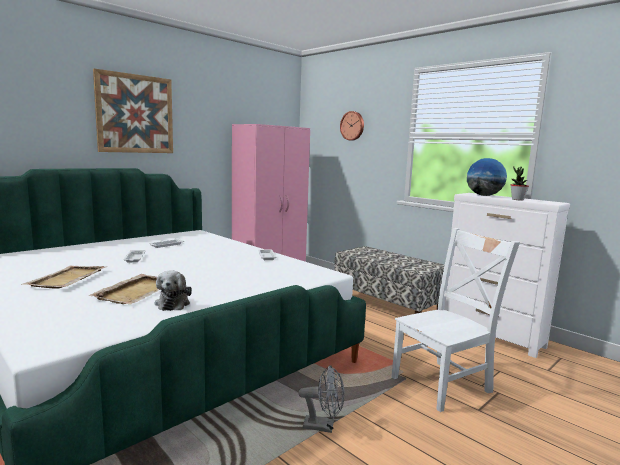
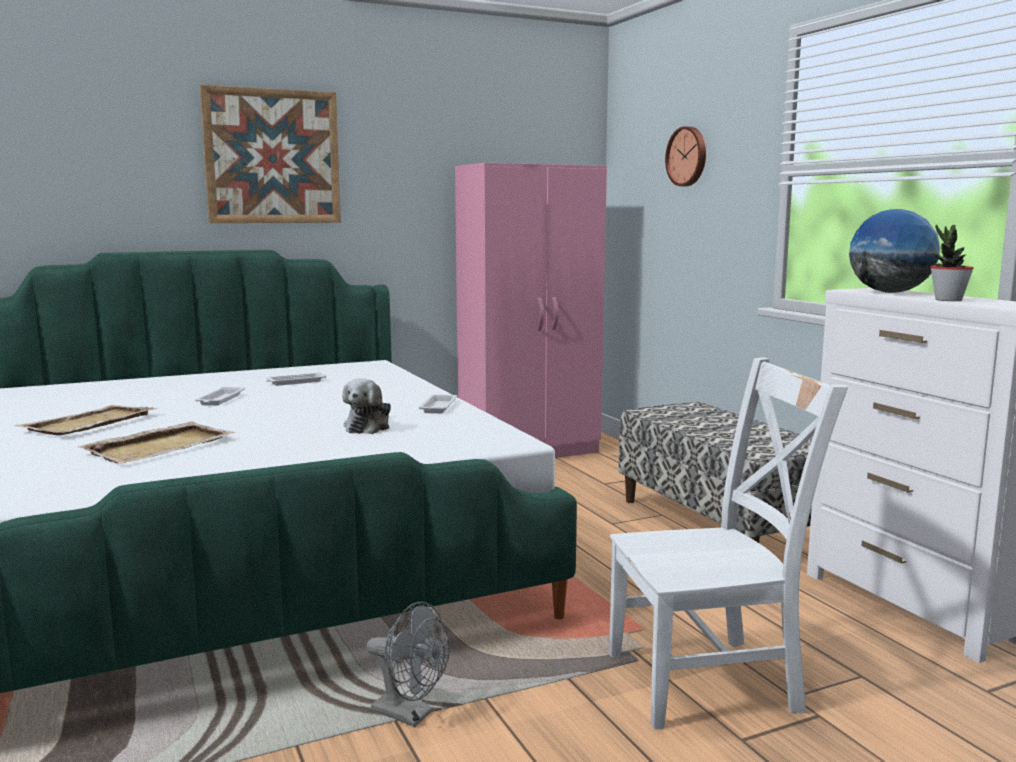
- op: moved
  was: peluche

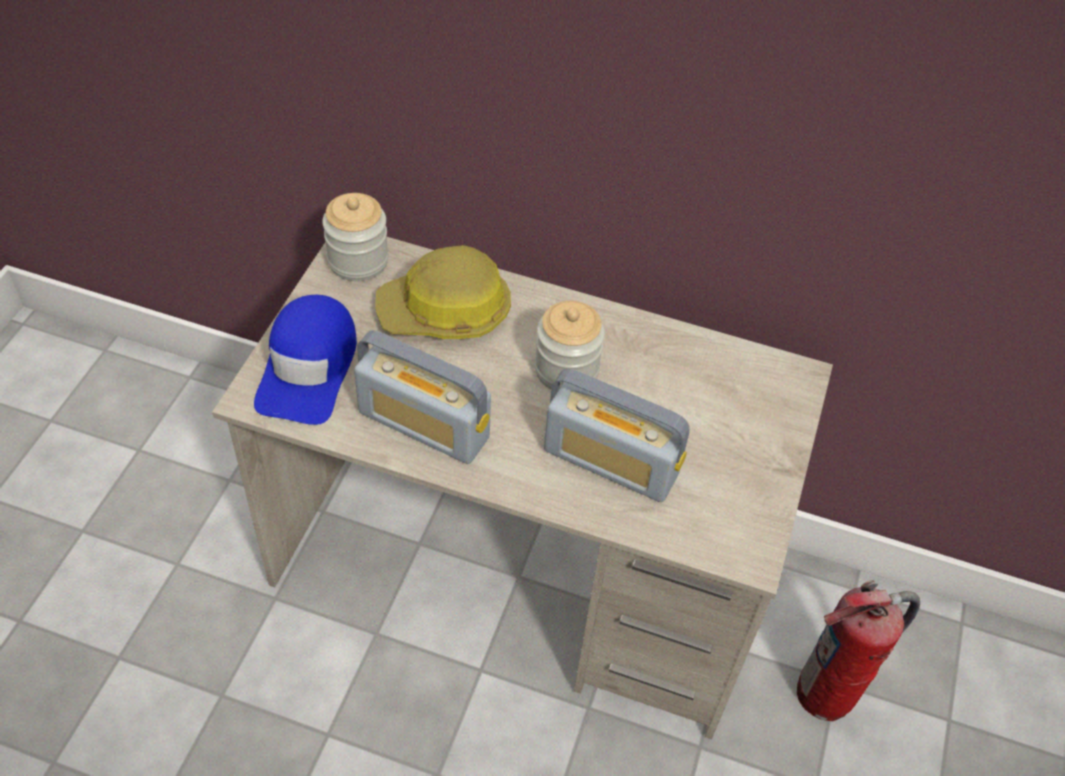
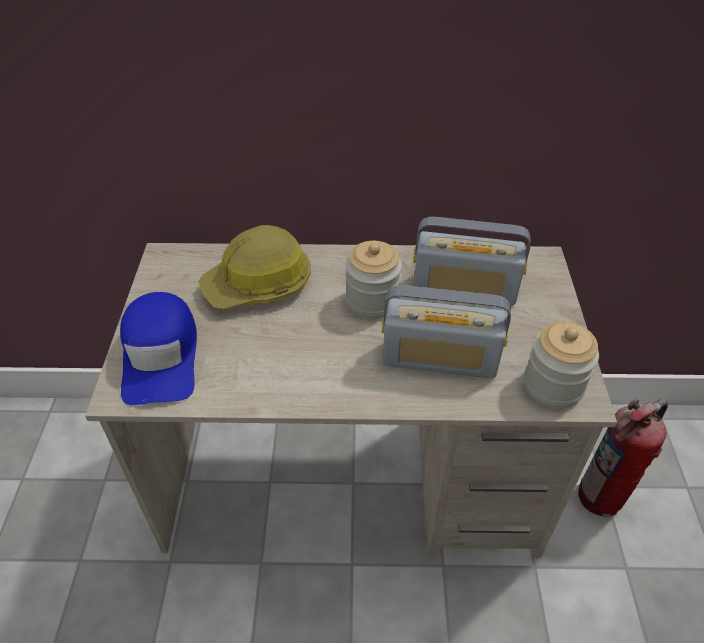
- op: moved
  was: radio (1st from left in the first image)
  now: radio (2nd from left)
- op: moved
  was: bocal (1st from left in the first image)
  now: bocal (2nd from left)

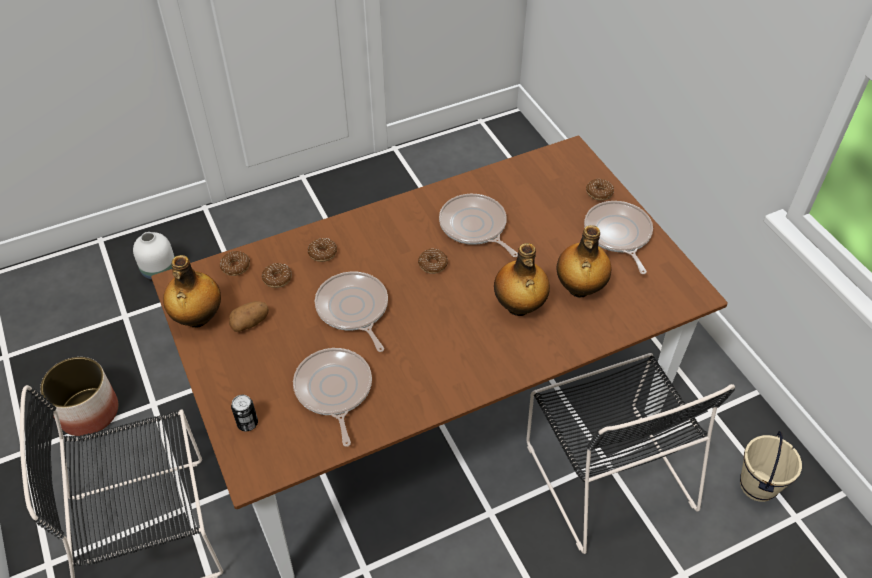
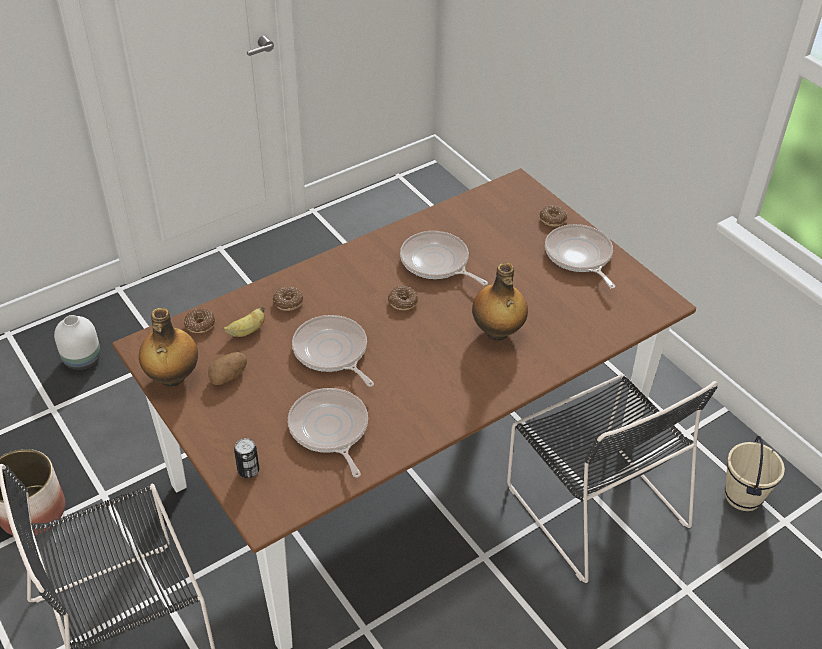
- op: replaced
  was: beignet (2nd from left)
  now: banane
- op: removed
  was: bouteille (3rd from left)

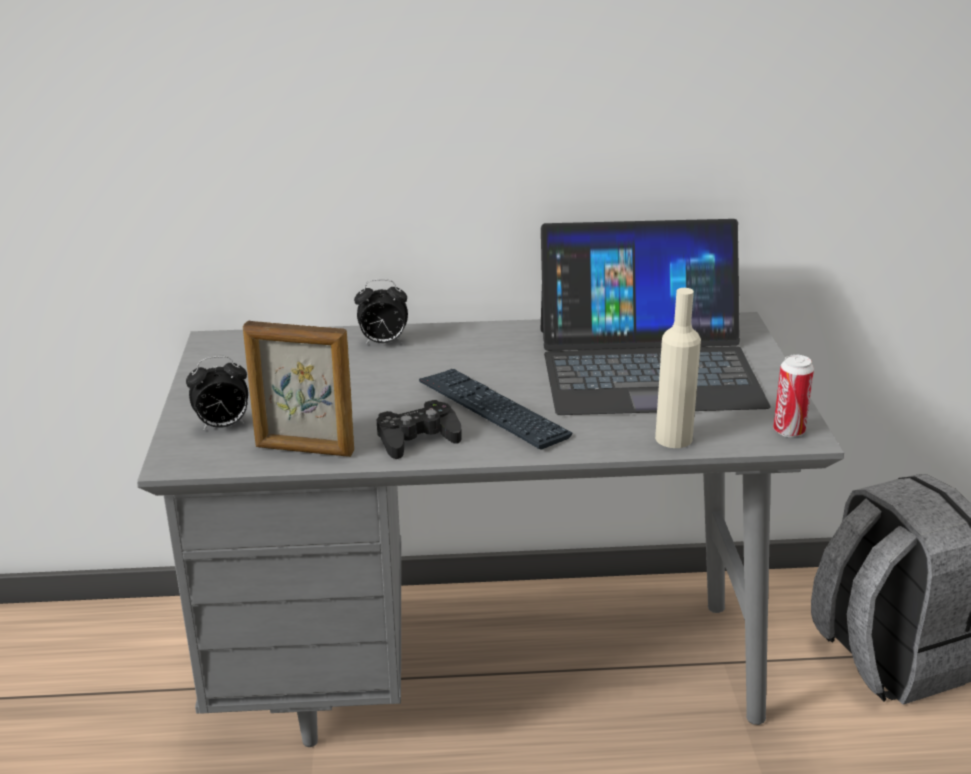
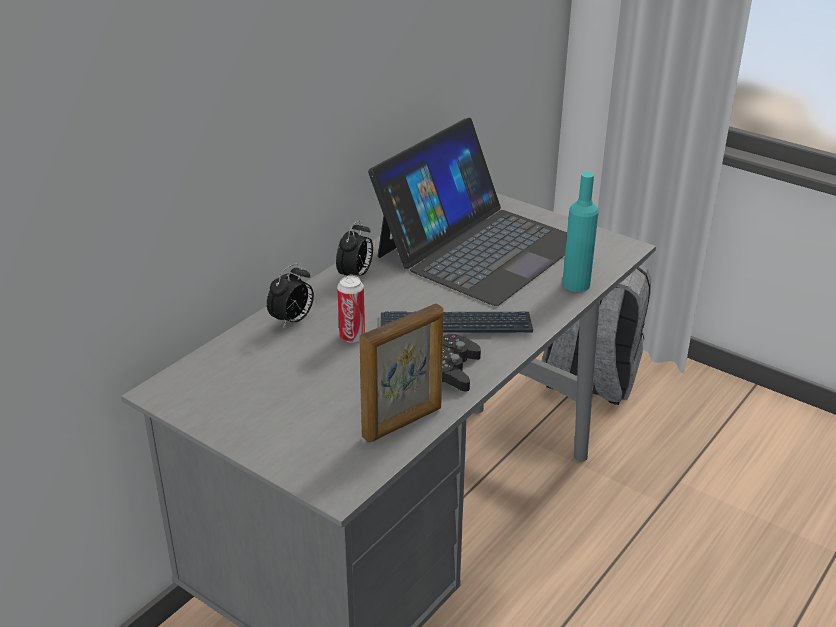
- op: moved
  was: réveil (1st from left in the first image)
  now: réveil (2nd from left)
- op: moved
  was: boîte métallique
- op: recoloured
  was: bouteille [beige]
  now: bouteille [turquoise]

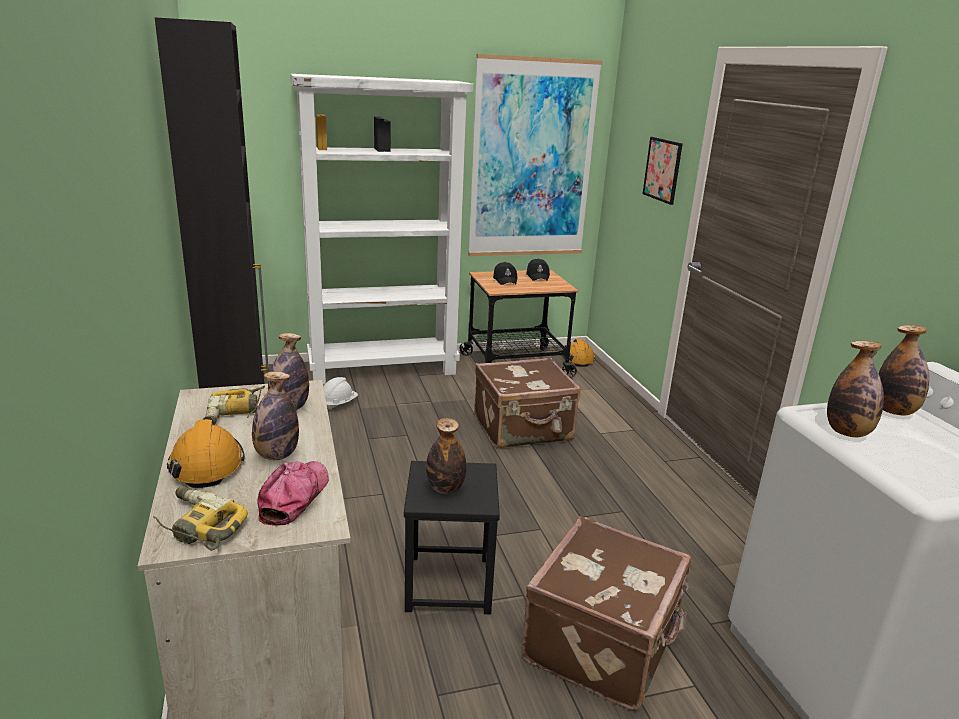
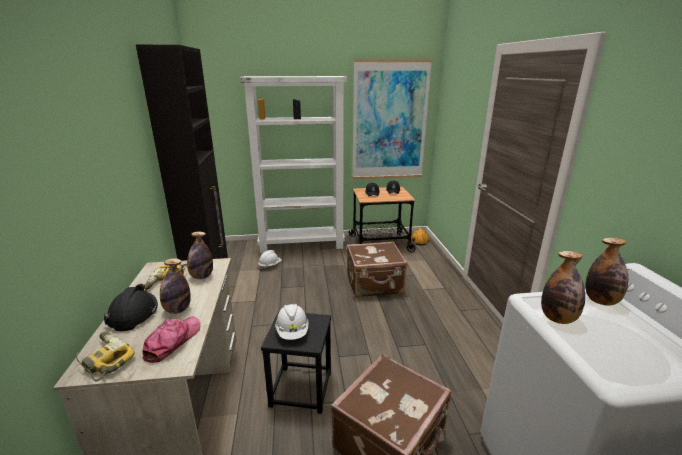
- op: recoloured
  was: casque de chantier [orange] (1st from left)
  now: casque de chantier [noir]
- op: replaced
  was: bouteille (3rd from left)
  now: casque de chantier [blanc] (2nd from left)
- op: removed
  was: tableau (2nd from left)

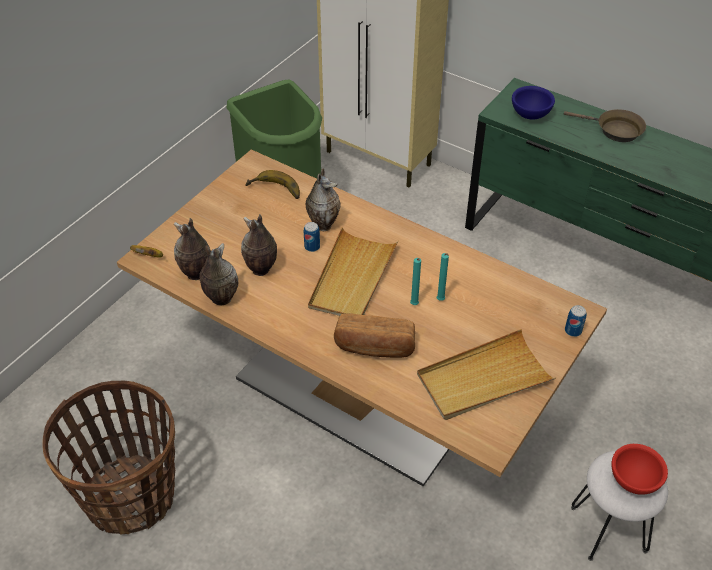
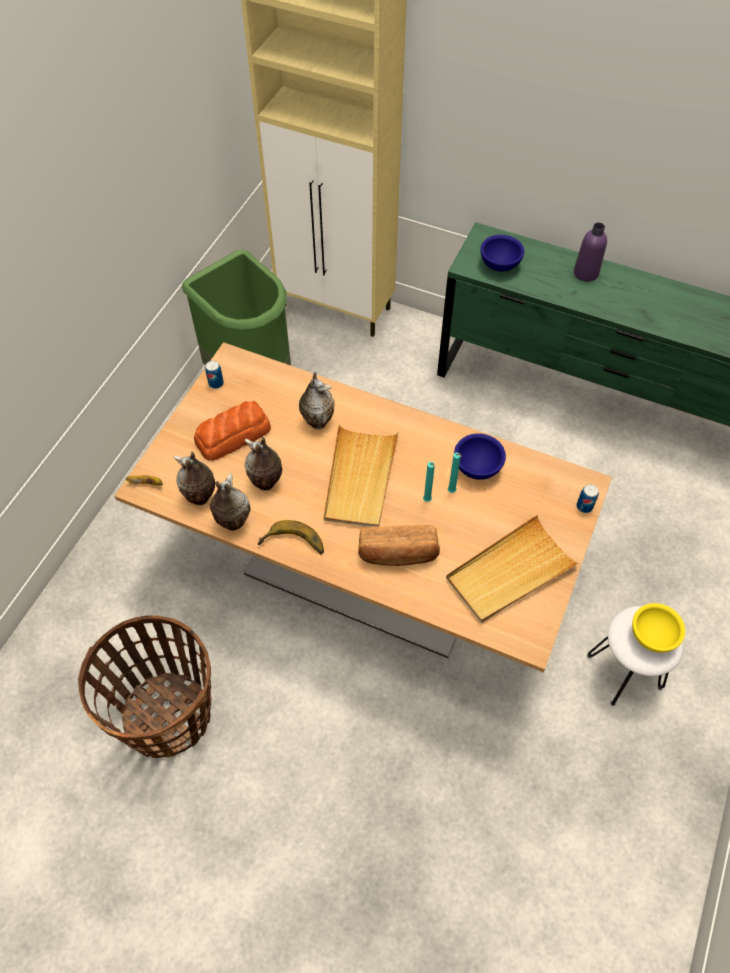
- op: added
  now: pain (1st from left)
- op: moved
  was: boîte métallique (1st from left)
- op: moved
  was: banane (2nd from left)
- op: added
  now: bol [bleu] (1st from left)
- op: replaced
  was: poêle [marron]
  now: bouteille [violet]
- op: recoloured
  was: bol [rouge]
  now: bol [jaune]

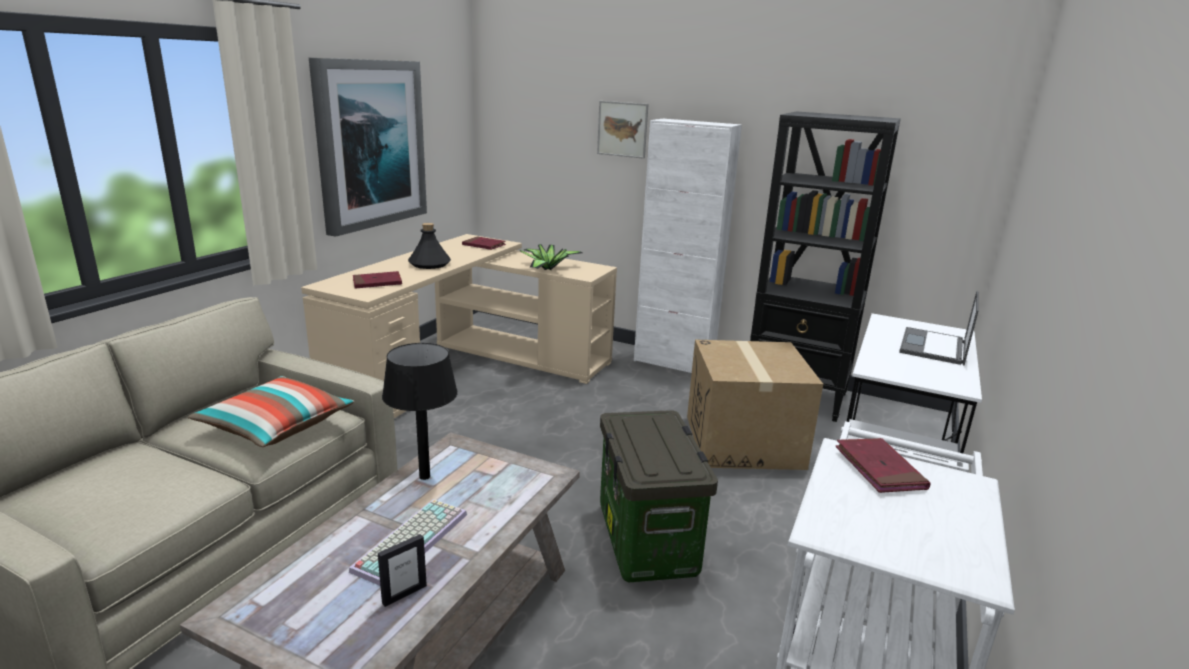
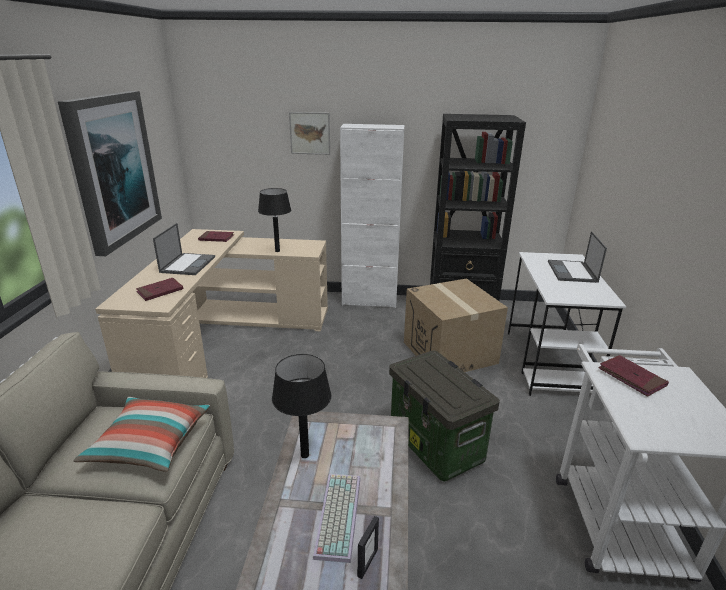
- op: replaced
  was: bouteille [noir]
  now: ordinateur portable (1st from left)
- op: replaced
  was: plante en pot
  now: lampe de table [noir] (1st from left)

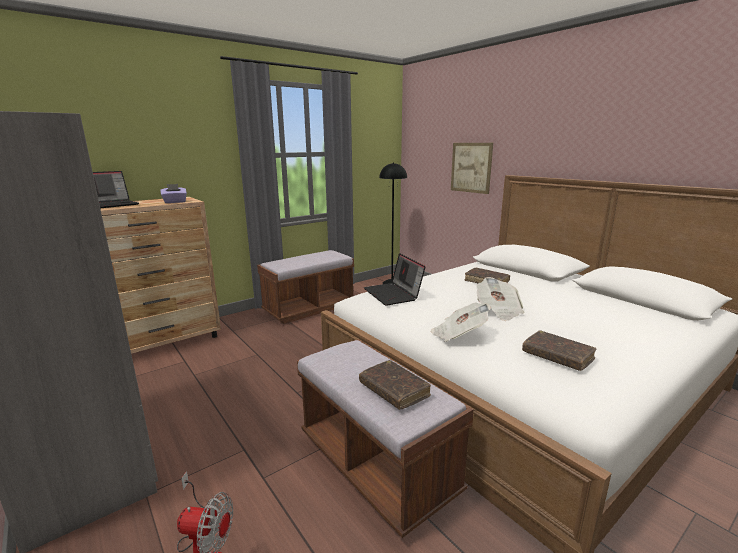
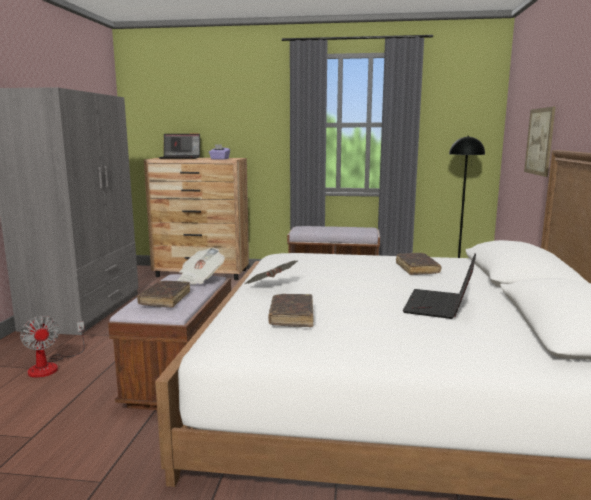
- op: moved
  was: journal (2nd from left in the first image)
  now: journal (1st from left)
- op: moved
  was: ordinateur portable (2nd from left)

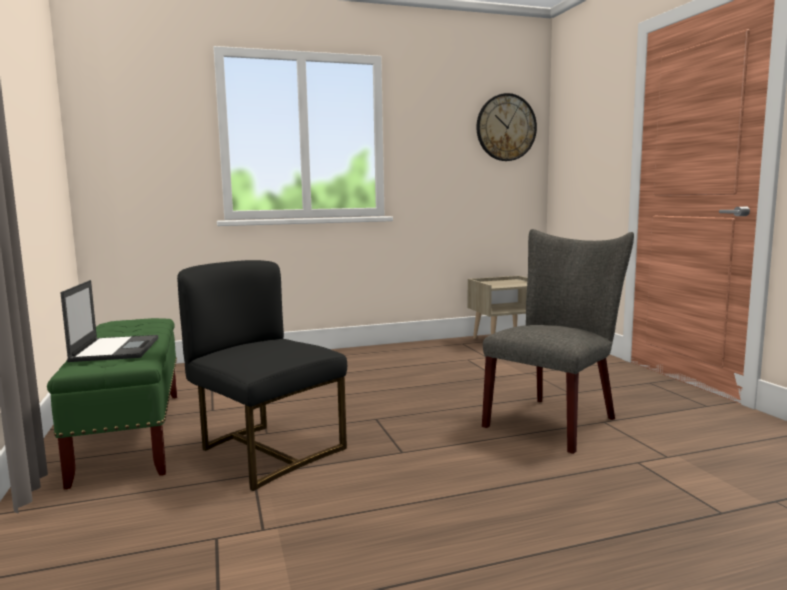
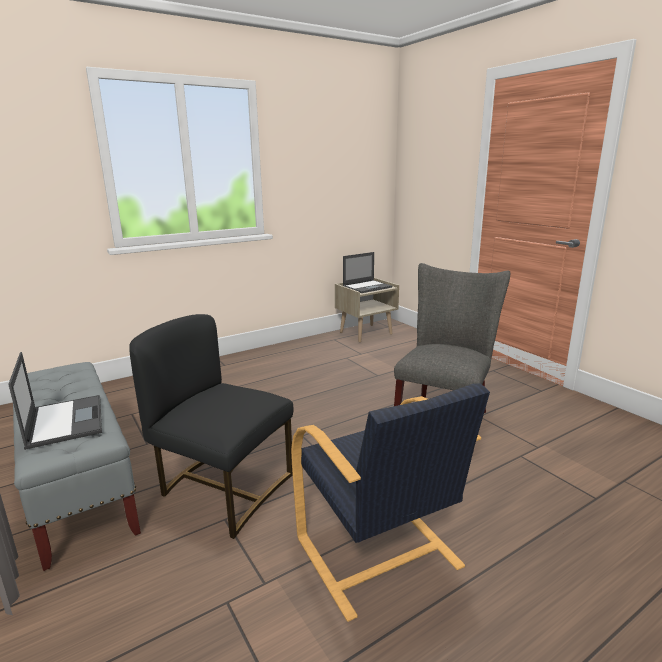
- op: recoloured
  was: banc [vert]
  now: banc [gris]
- op: added
  now: fauteuil [noir]
- op: added
  now: ordinateur portable (2nd from left)
- op: removed
  was: horloge murale

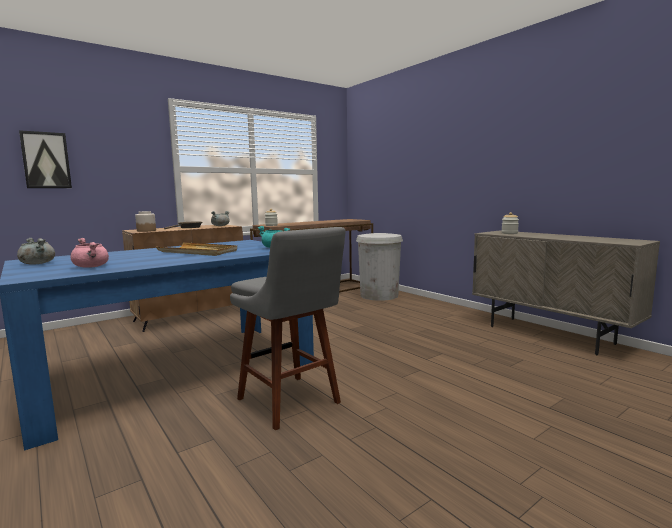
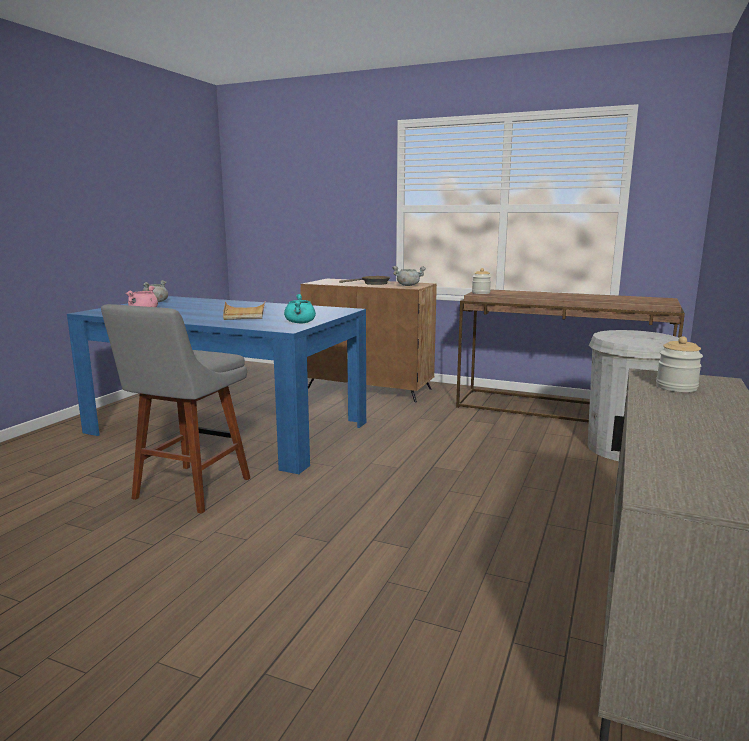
- op: removed
  was: tableau
- op: removed
  was: bocal (1st from left)

